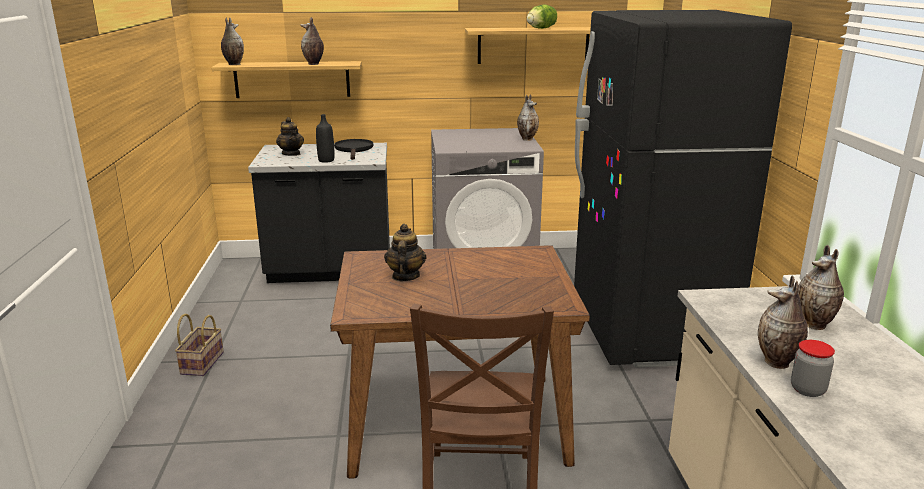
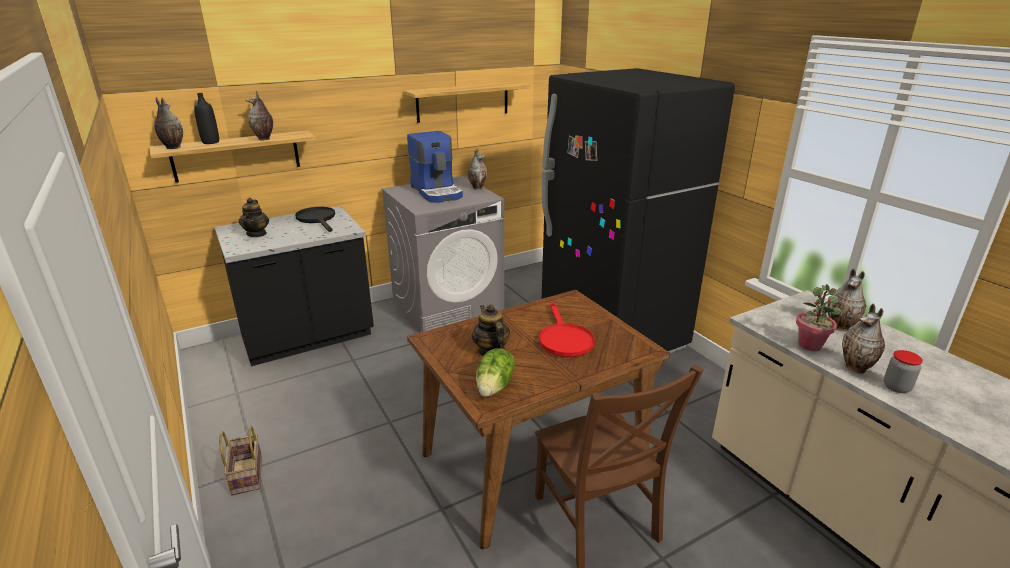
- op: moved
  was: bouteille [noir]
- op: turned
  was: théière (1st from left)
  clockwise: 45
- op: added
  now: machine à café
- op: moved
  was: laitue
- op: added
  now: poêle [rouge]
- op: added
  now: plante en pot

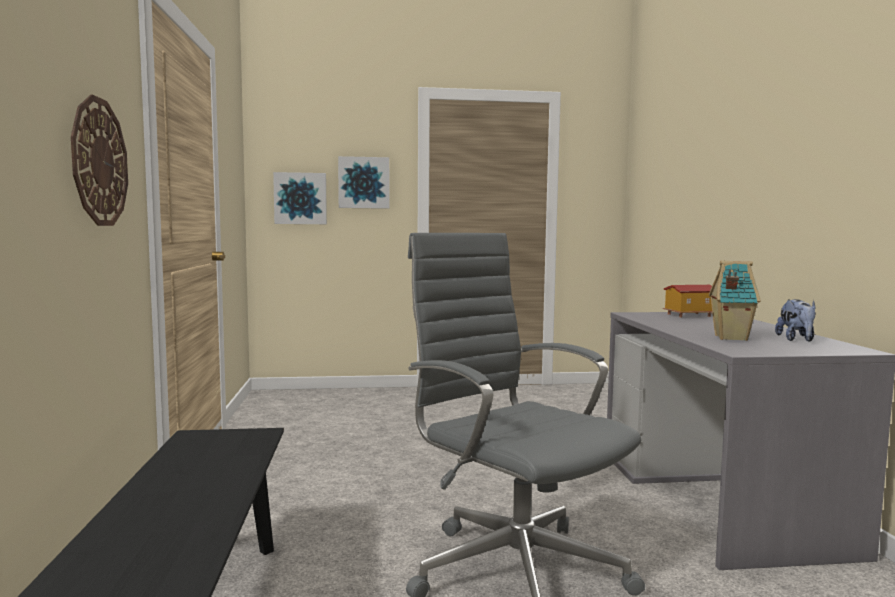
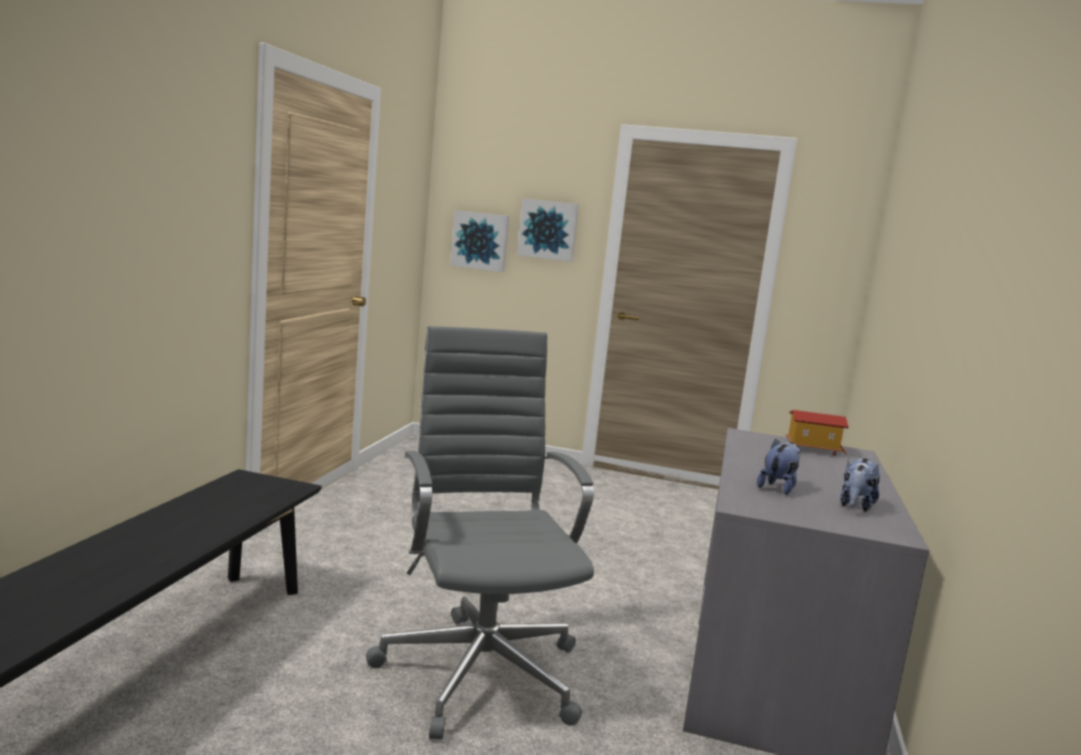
- op: replaced
  was: maison miniature (2nd from left)
  now: peluche (1st from left)
- op: removed
  was: horloge murale

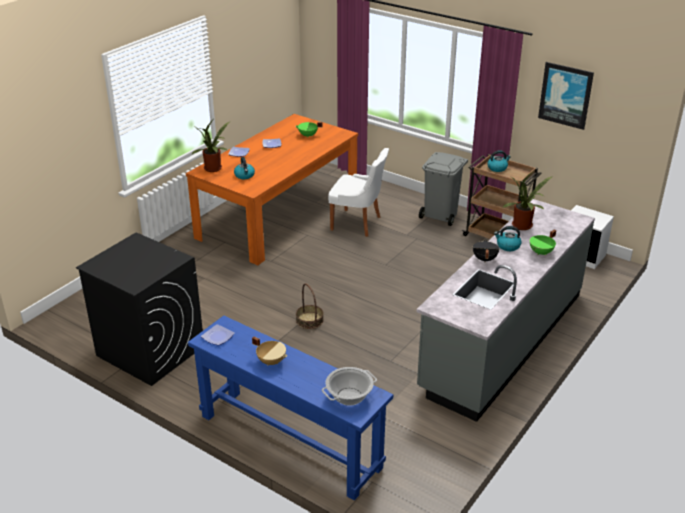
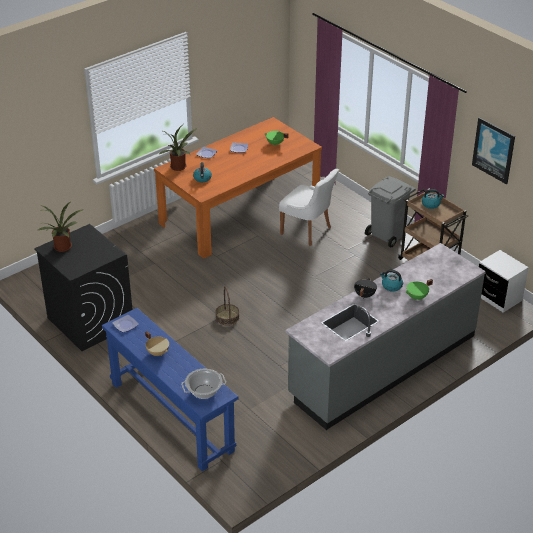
- op: moved
  was: plante en pot (2nd from left in the first image)
  now: plante en pot (1st from left)

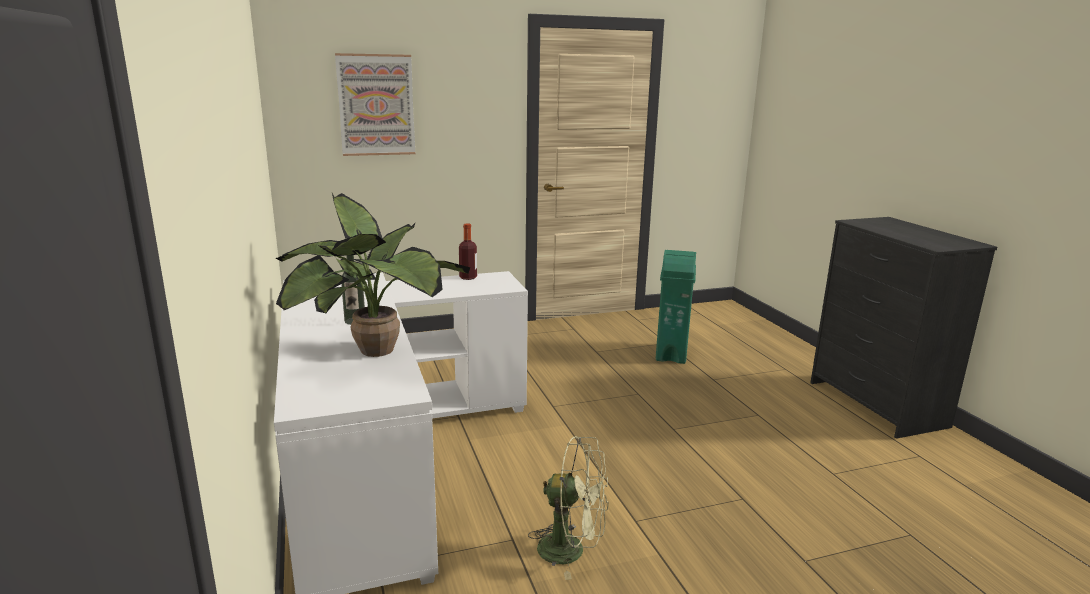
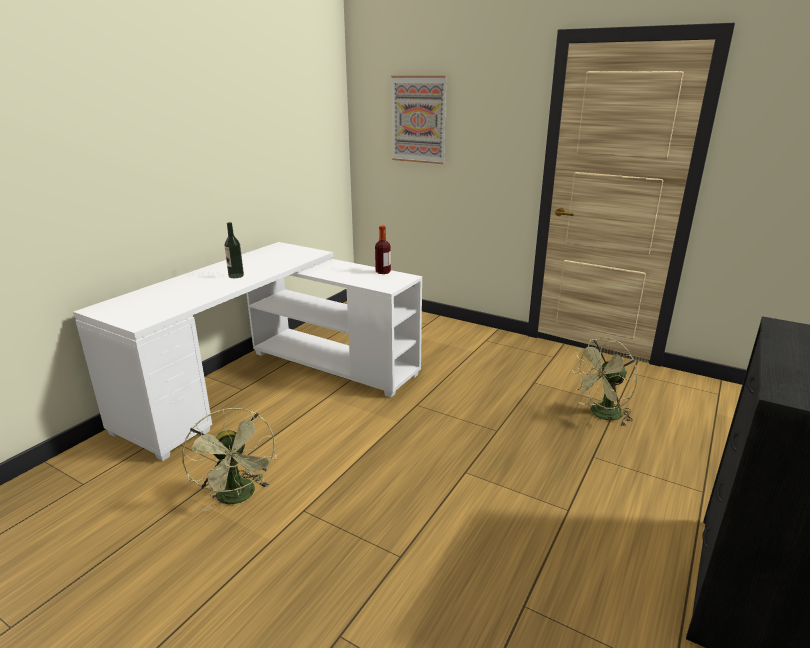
- op: replaced
  was: poubelle [vert]
  now: ventilateur [vert] (2nd from left)
- op: removed
  was: plante en pot

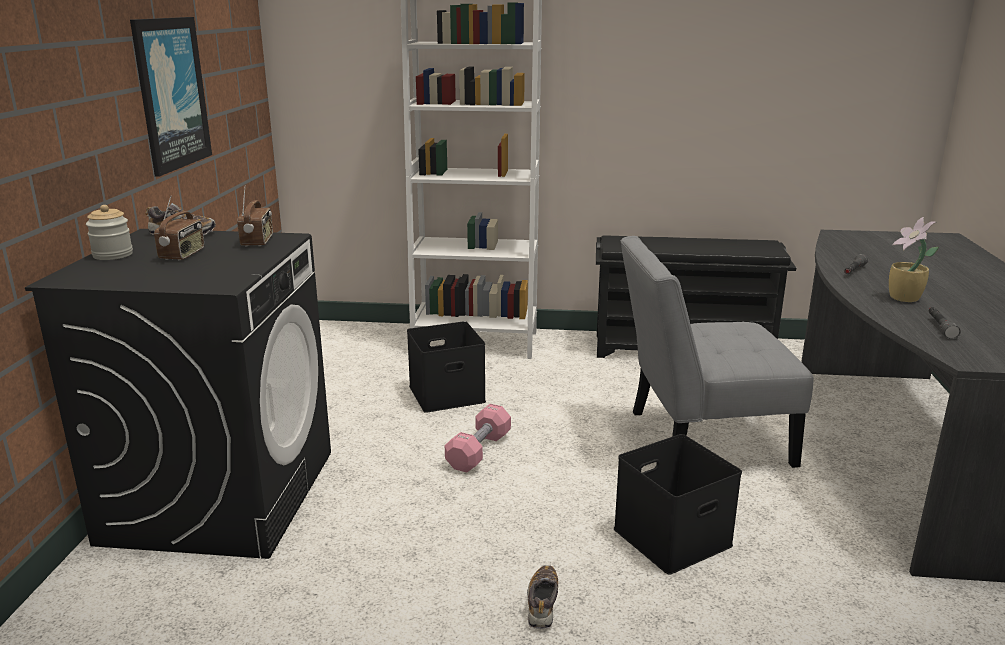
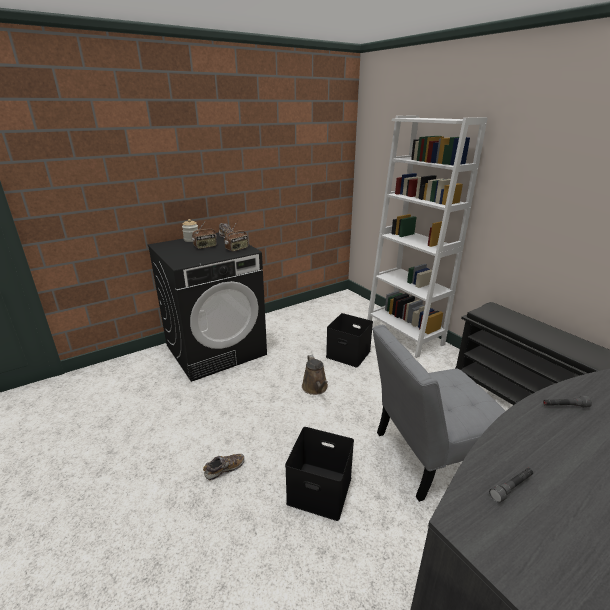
- op: replaced
  was: haltère [rose]
  now: arrosoir [marron]
- op: turned
  was: chaise [gris]
  clockwise: -60
- op: removed
  was: tableau
- op: removed
  was: plante en pot

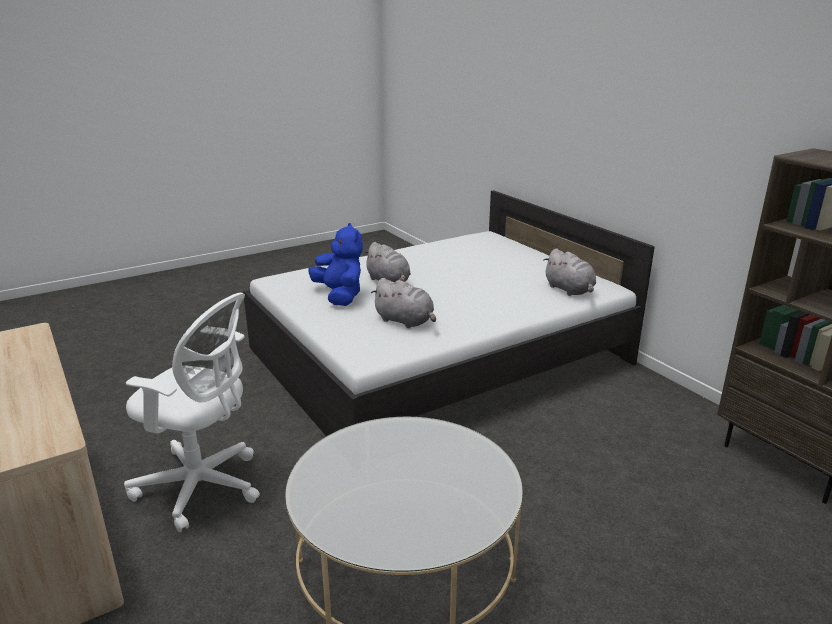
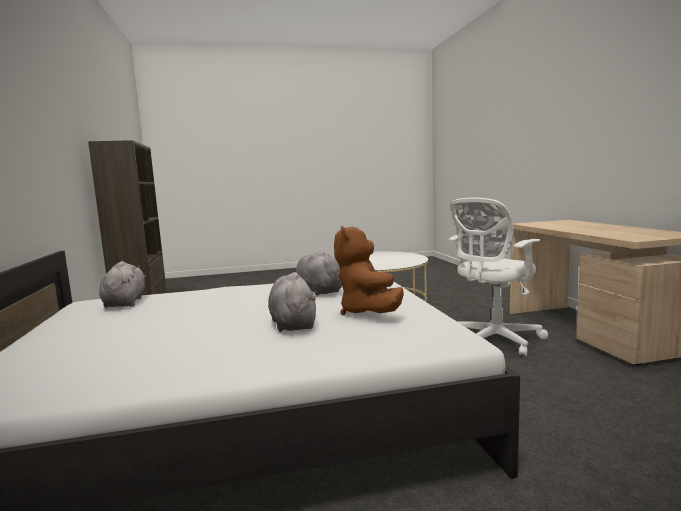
- op: recoloured
  was: peluche [bleu]
  now: peluche [marron]
- op: turned
  was: chaise de bureau [blanc]
  clockwise: -75

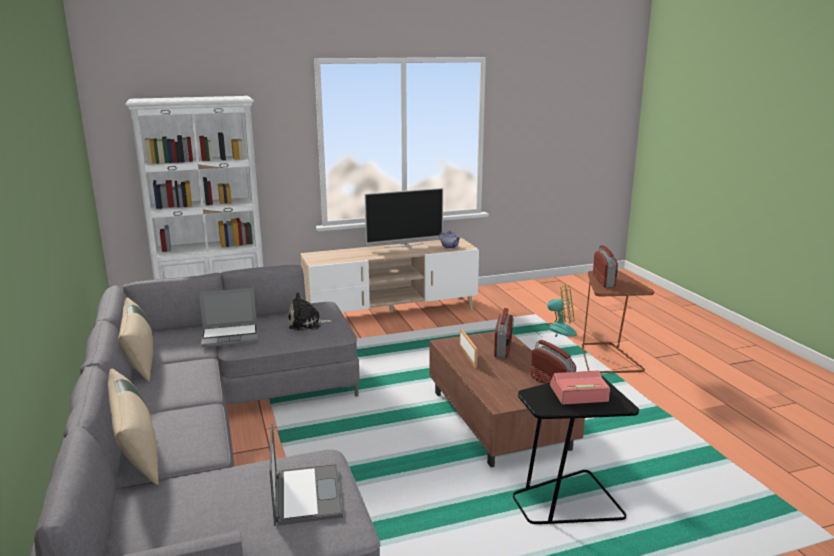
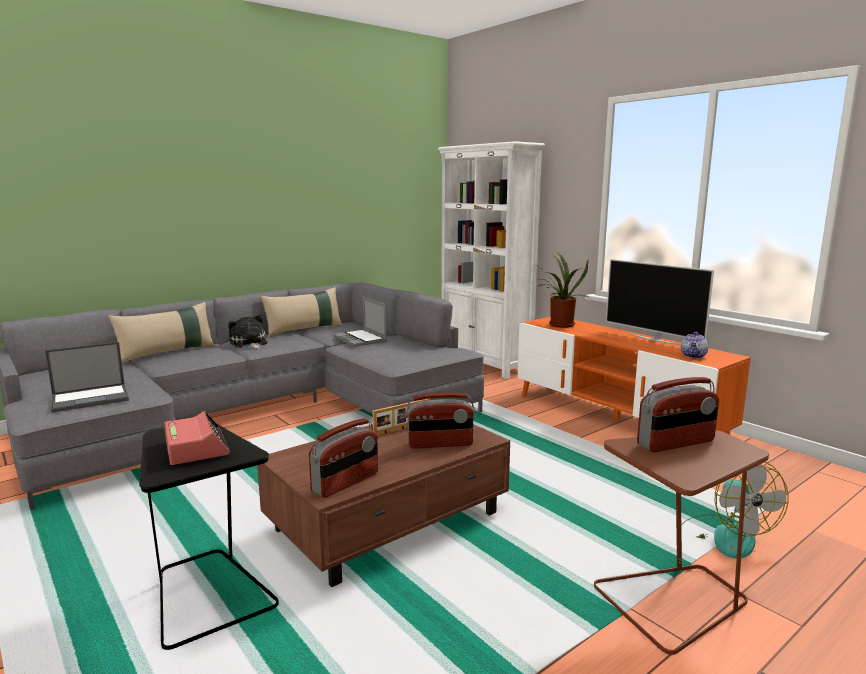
- op: moved
  was: peluche
- op: recoloured
  was: meuble télé [beige]
  now: meuble télé [orange]
- op: added
  now: plante en pot

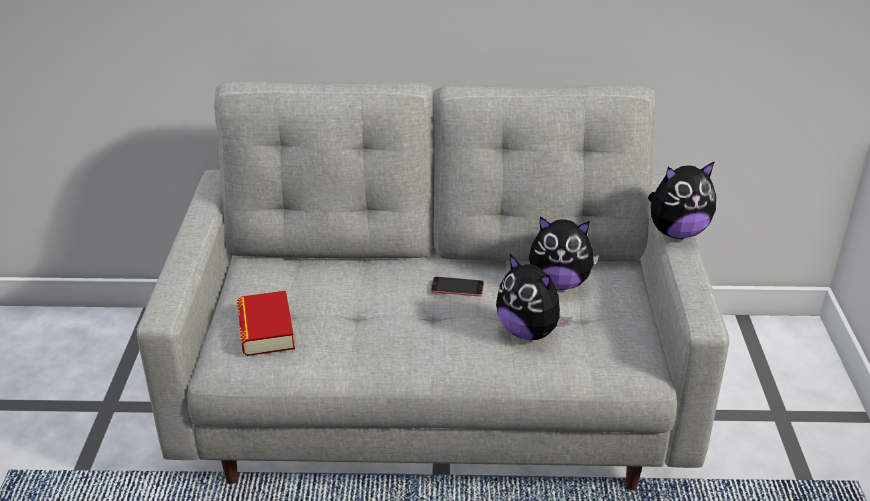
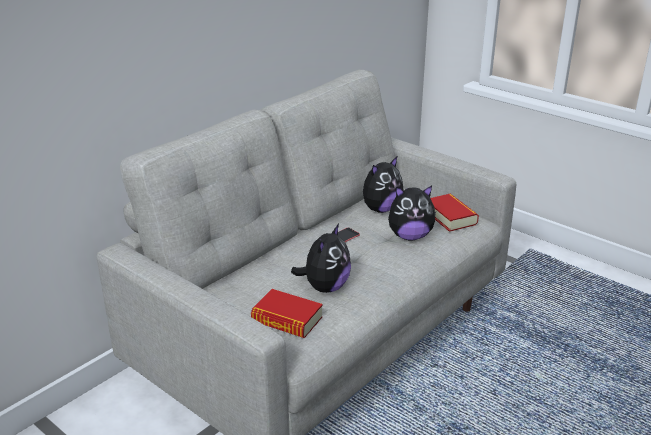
- op: moved
  was: peluche (3rd from left in the first image)
  now: peluche (1st from left)
- op: added
  now: livre (2nd from left)

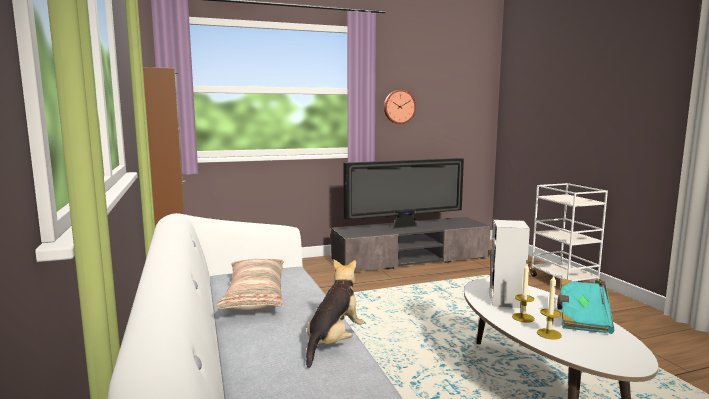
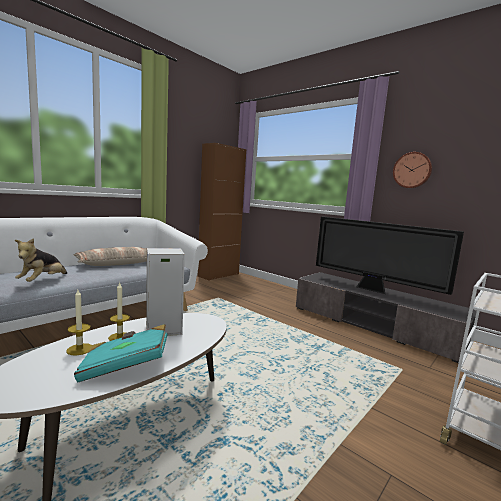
- op: turned
  was: peluche
  clockwise: 105

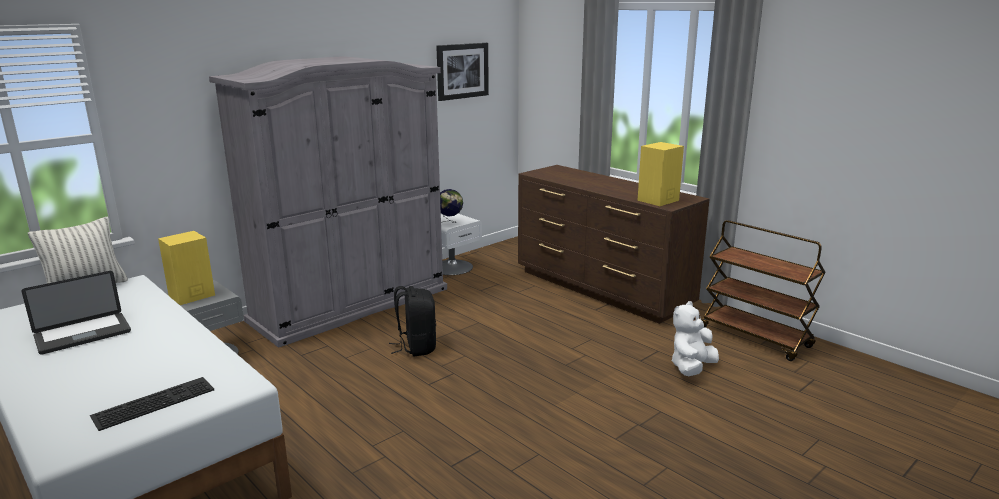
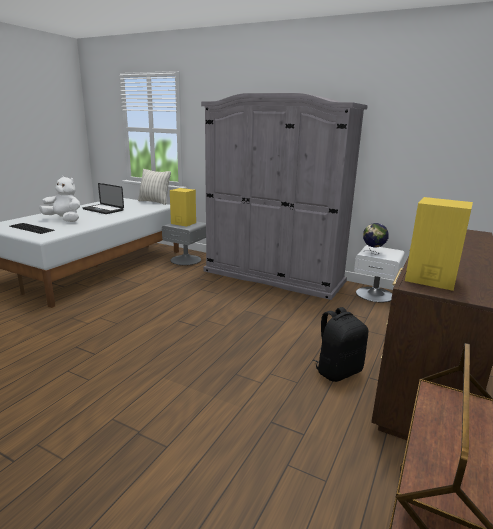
- op: moved
  was: peluche [blanc]
- op: moved
  was: sac à dos [noir]
- op: removed
  was: tableau

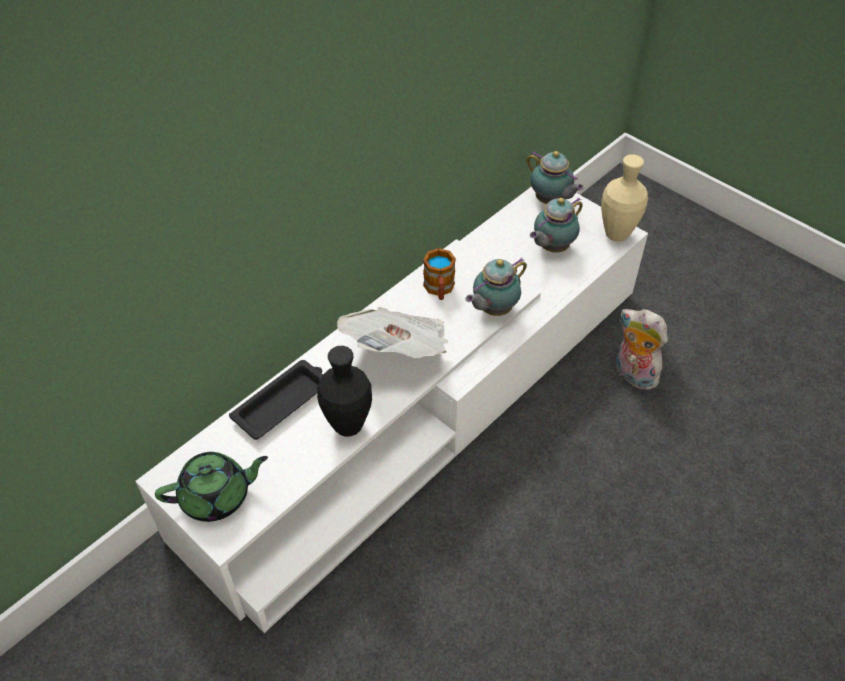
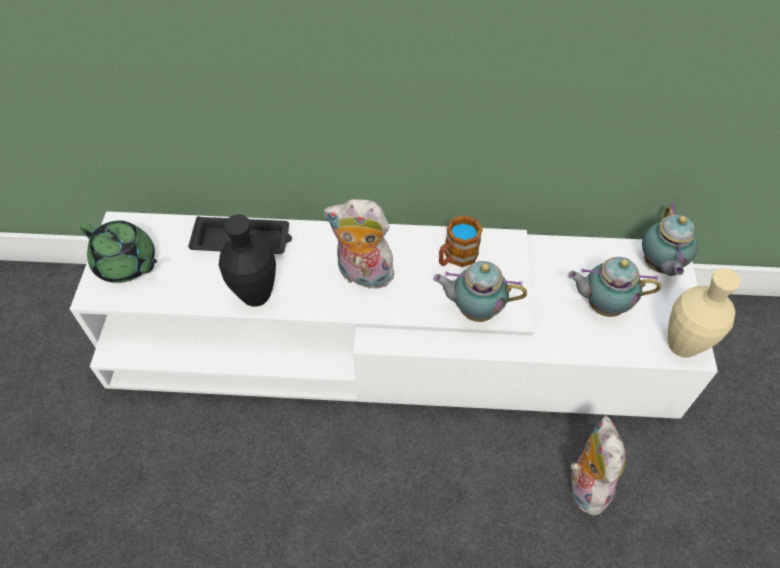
- op: replaced
  was: journal
  now: peluche (1st from left)

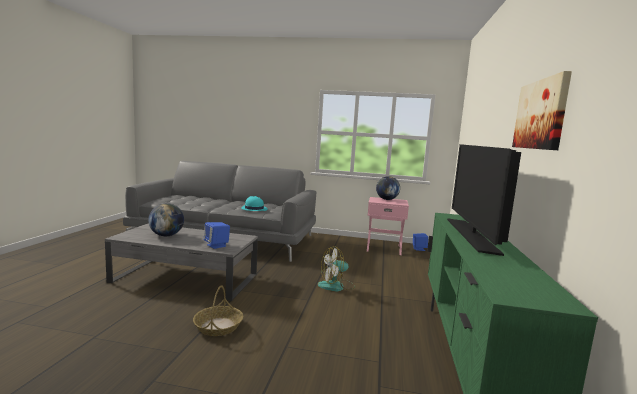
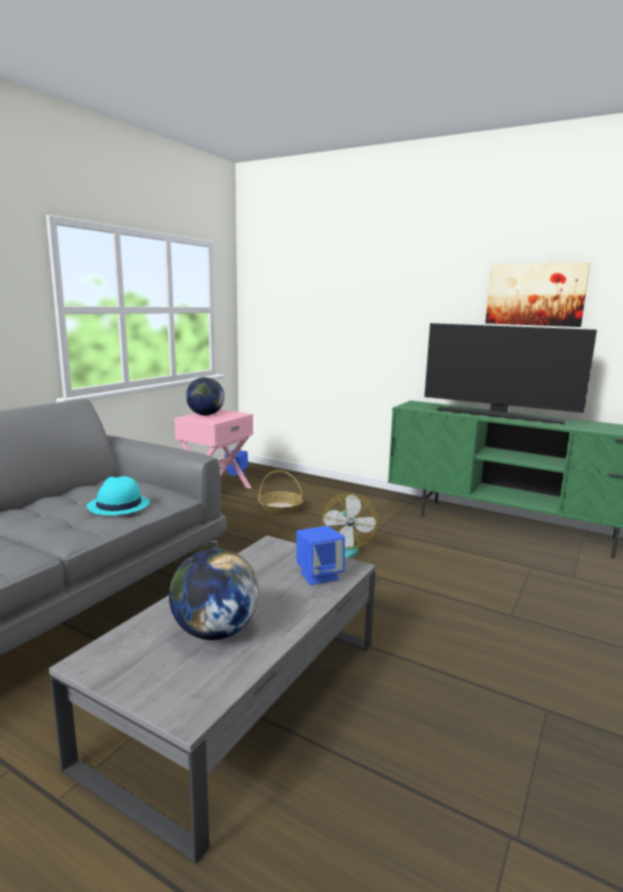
- op: moved
  was: panier

